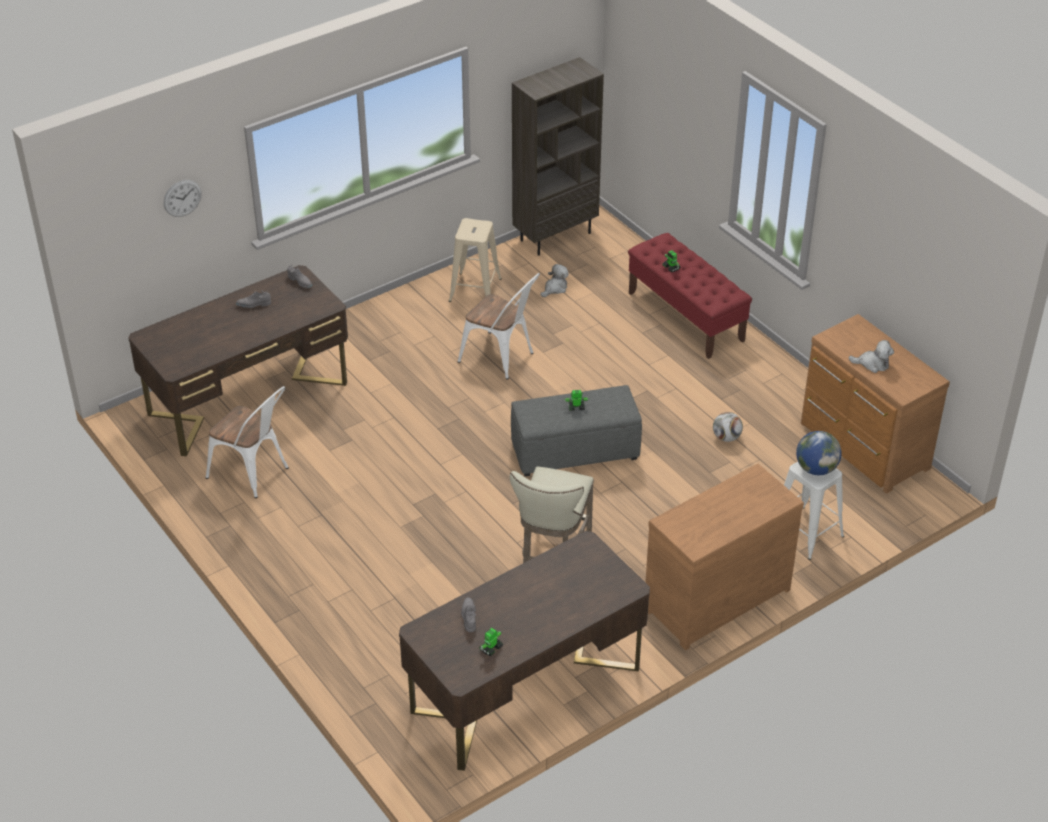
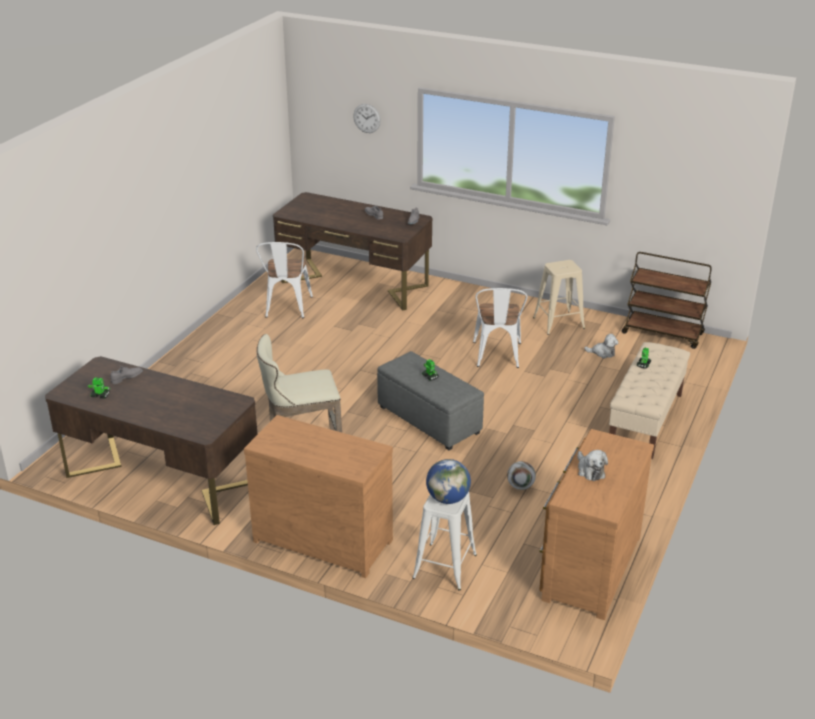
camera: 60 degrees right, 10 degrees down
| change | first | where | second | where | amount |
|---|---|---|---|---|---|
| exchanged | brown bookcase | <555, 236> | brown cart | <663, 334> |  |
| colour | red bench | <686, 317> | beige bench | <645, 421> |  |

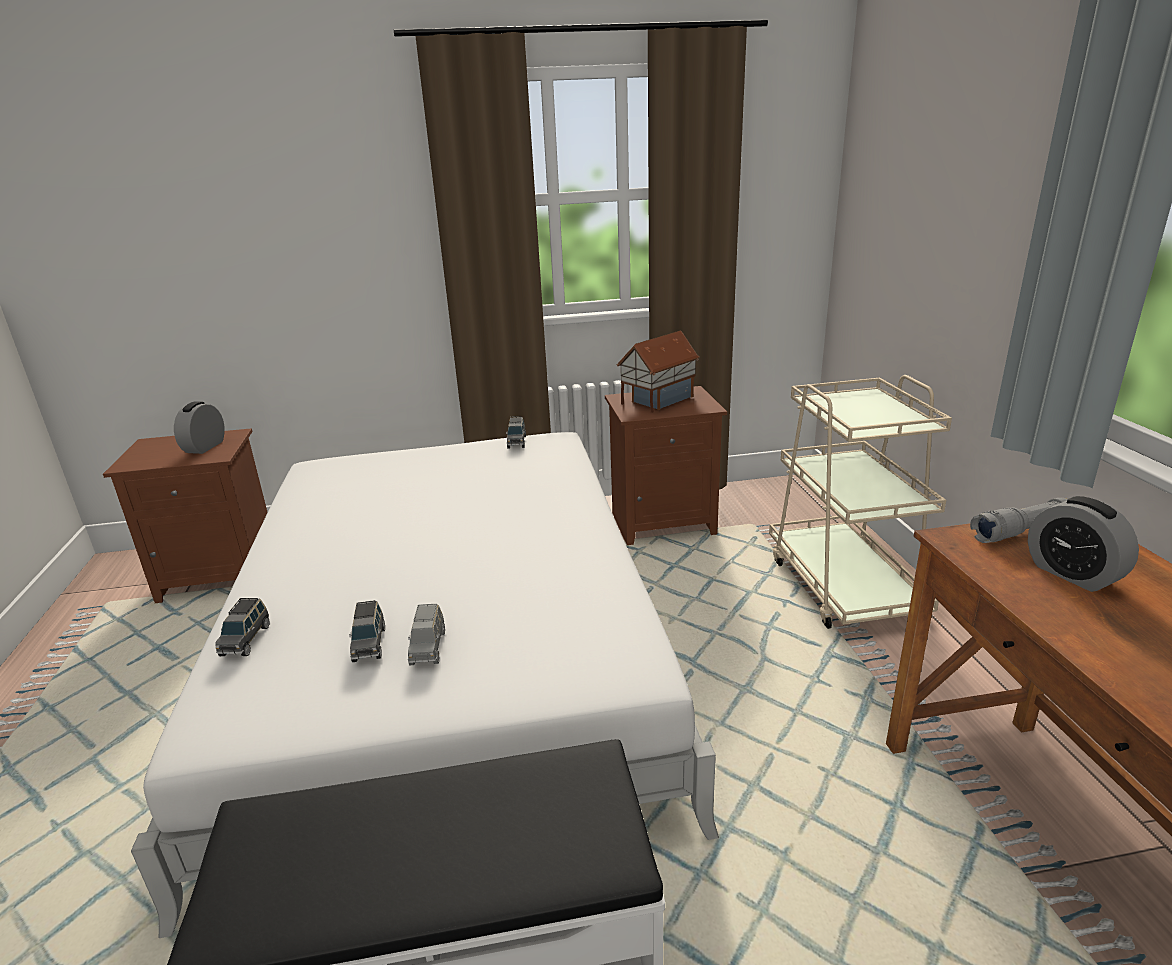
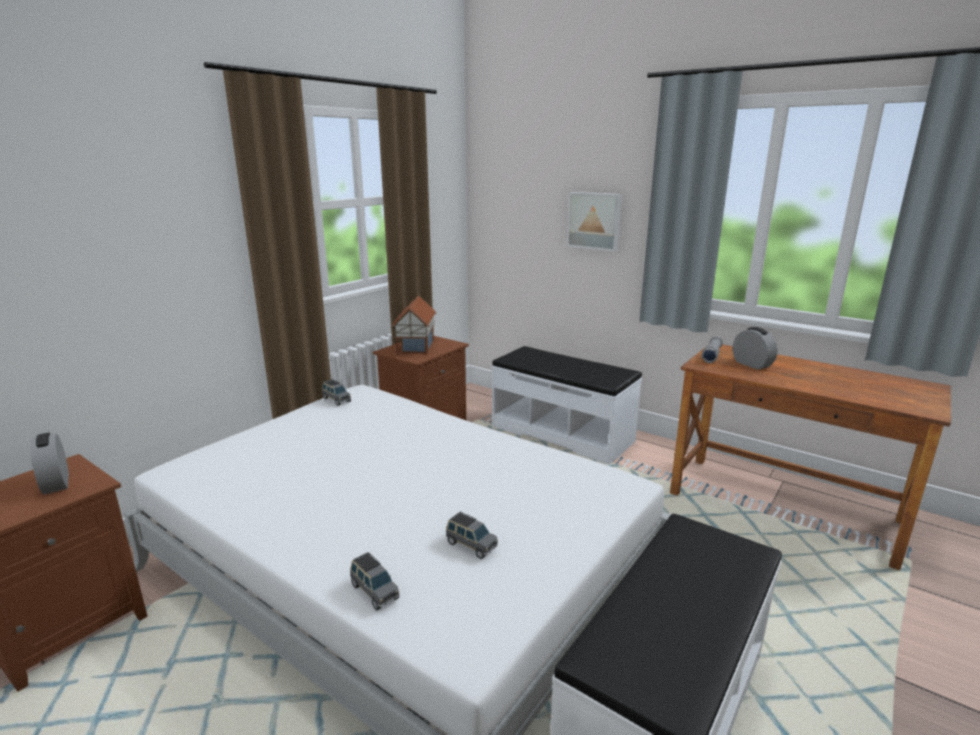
camera: 45 degrees left, 5 degrees down
| change | first | where | second | where | amount |
|---|---|---|---|---|---|
| missing | grey toy car | <428, 647> |  |  |  |
| exchanged | beige cart | <843, 585> | white bench | <562, 433> |  |
| spun | alarm clock | <1072, 574> |  | <751, 364> | 135 degrees counterclockwise |
| appeared |  |  | picture | <594, 221> |  |

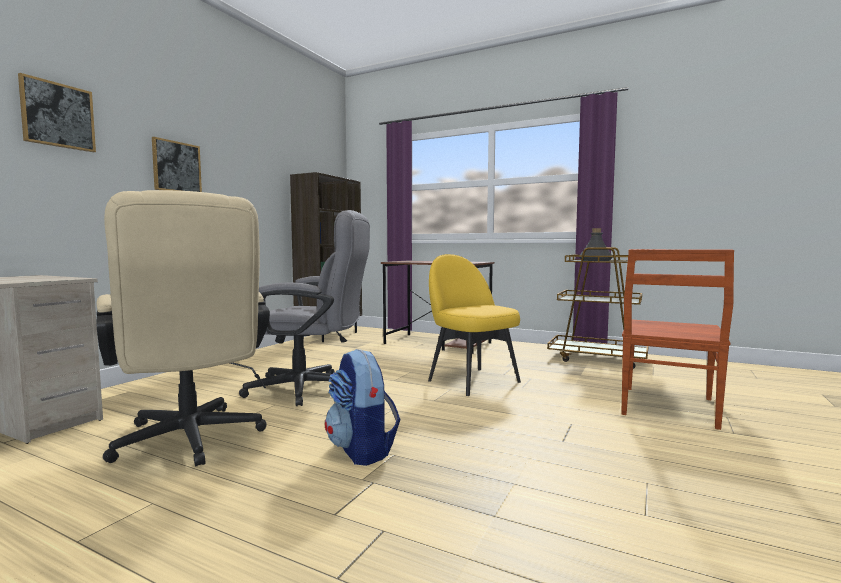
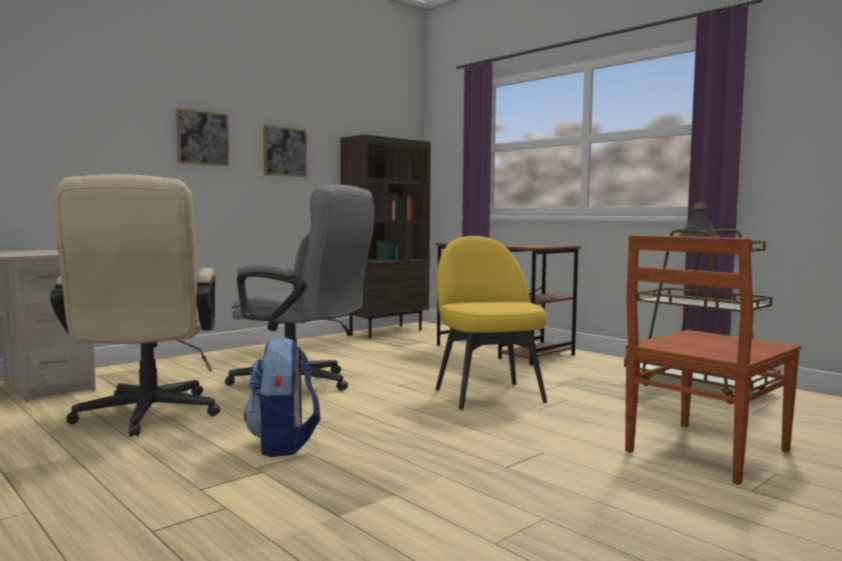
camera: 20 degrees right, 0 degrees up
| change | first | where | second | where | amount |
|---|---|---|---|---|---|
| relocated | picture | <58, 115> |  | <284, 152> |  |

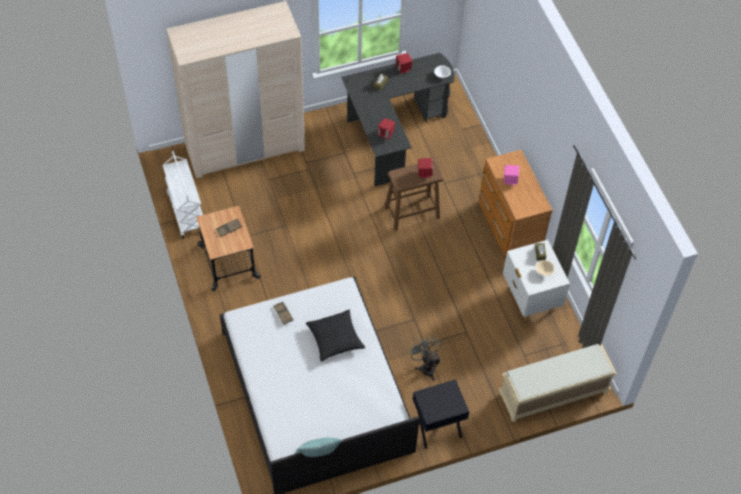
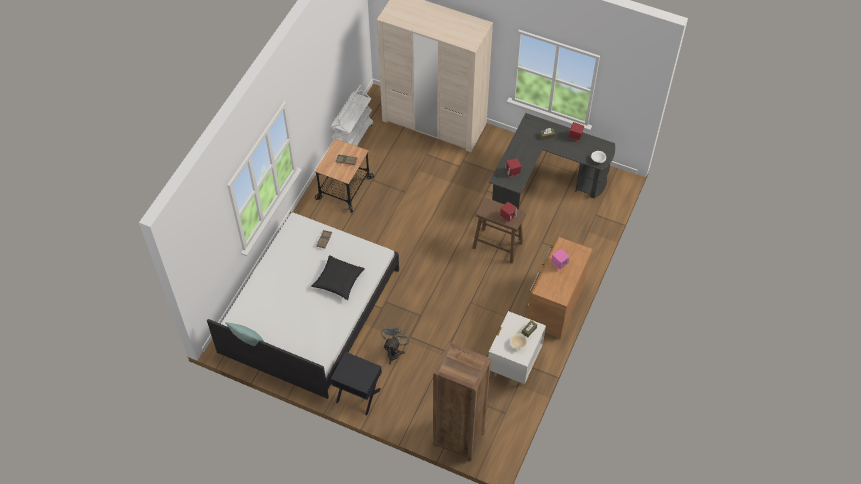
camera: 45 degrees right, 0 degrees up
| change | first | where | second | where | amount |
|---|---|---|---|---|---|
| exchanged | beige bench | <553, 394> | brown bookcase | <458, 439> |  |

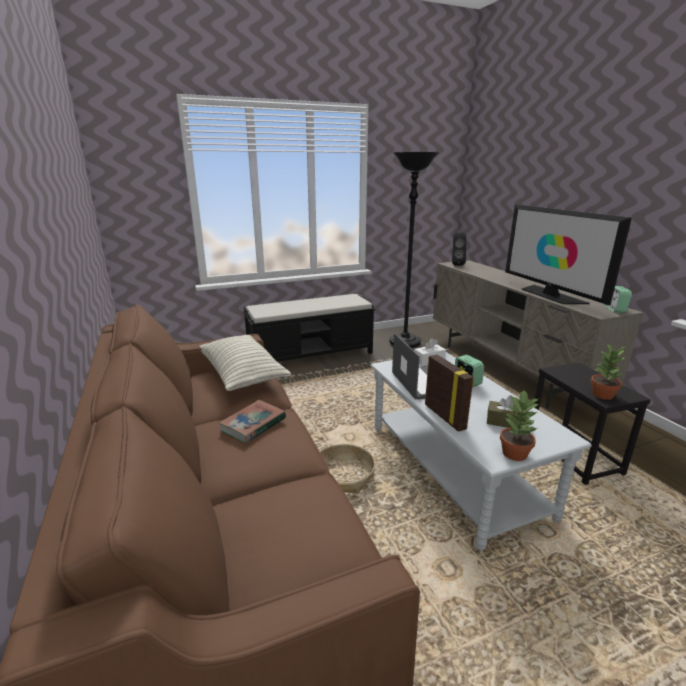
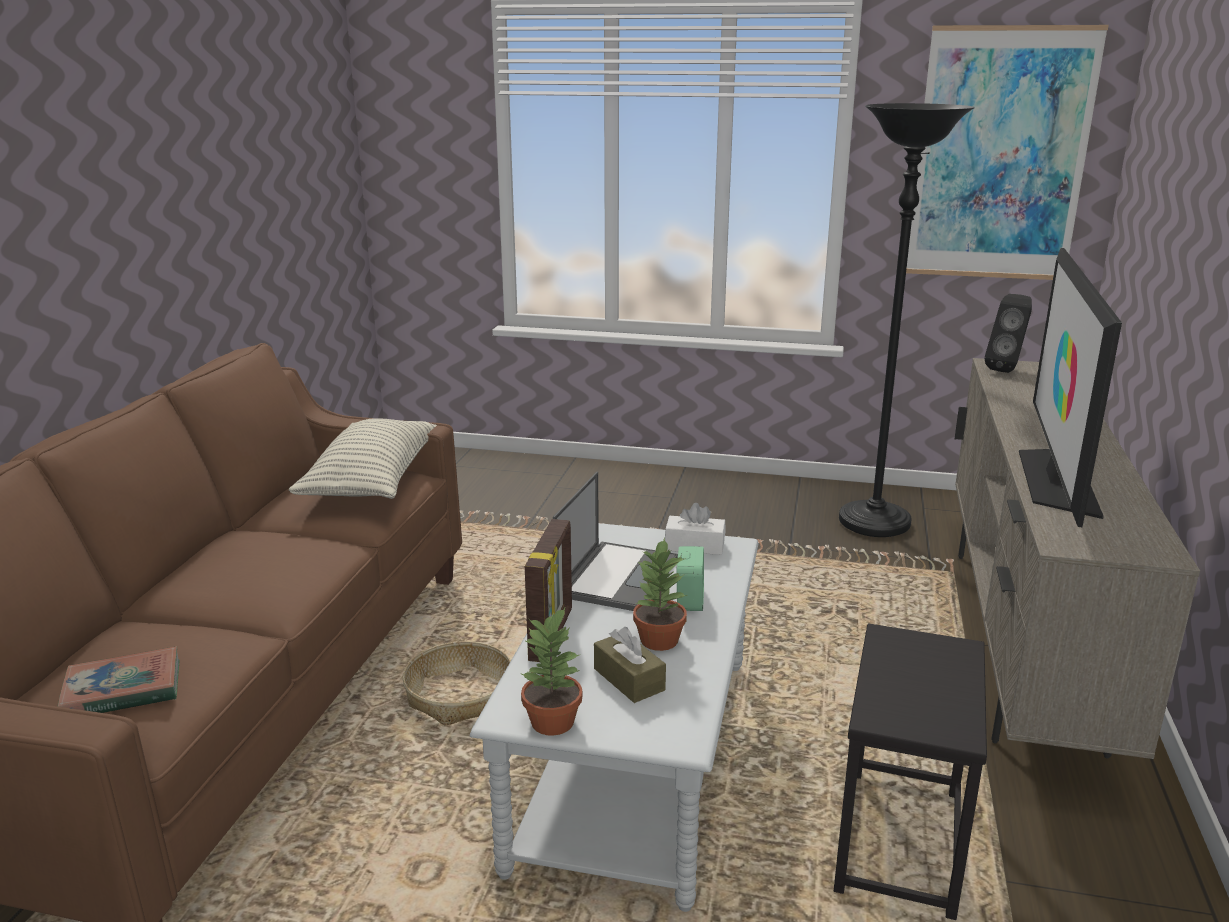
camera: 35 degrees right, 0 degrees up
| change | first | where | second | where | amount |
|---|---|---|---|---|---|
| relocated | book | <253, 424> |  | <123, 691> |  |
| missing | black bench | <311, 354> |  |  |  |
| relocated | potted plant | <603, 395> |  | <658, 641> |  |
| missing | alarm clock | <615, 310> |  |  |  |
| appeared |  |  | picture | <1000, 156> |  |

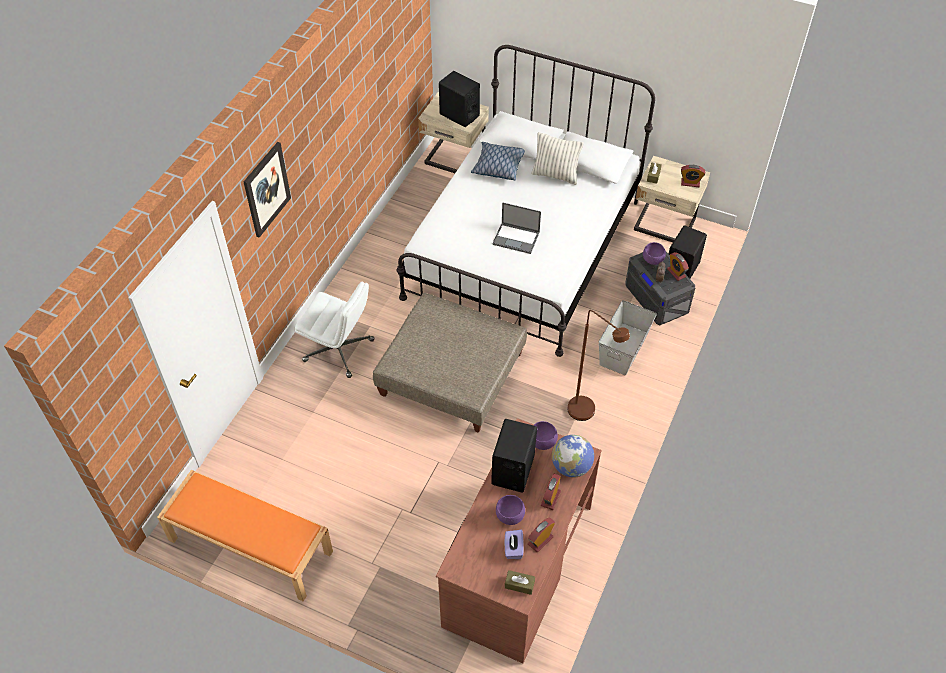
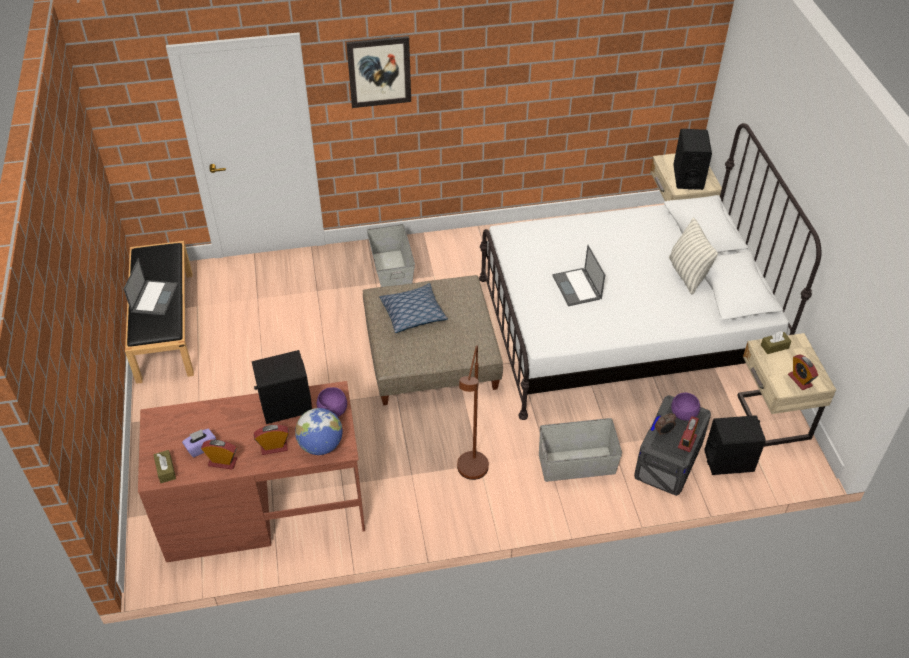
camera: 55 degrees right, 5 degrees down
| change | first | where | second | where | amount |
|---|---|---|---|---|---|
| colour | orange bench | <249, 546> | black bench | <165, 325> |  |
| exchanged | white office chair | <339, 350> | grey storage box | <391, 272> |  |
| relocated | pillow | <498, 166> |  | <413, 313> |  |
| missing | purple bowl | <510, 517> |  |  |  |
| appeared |  |  | laptop | <154, 297> |  |

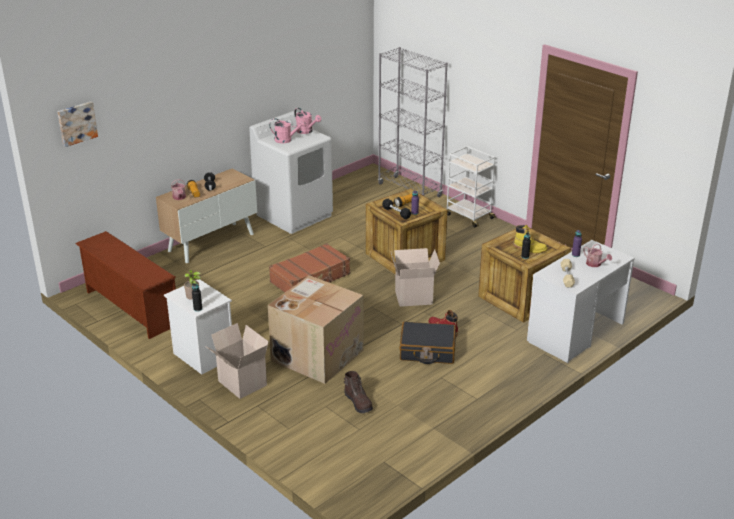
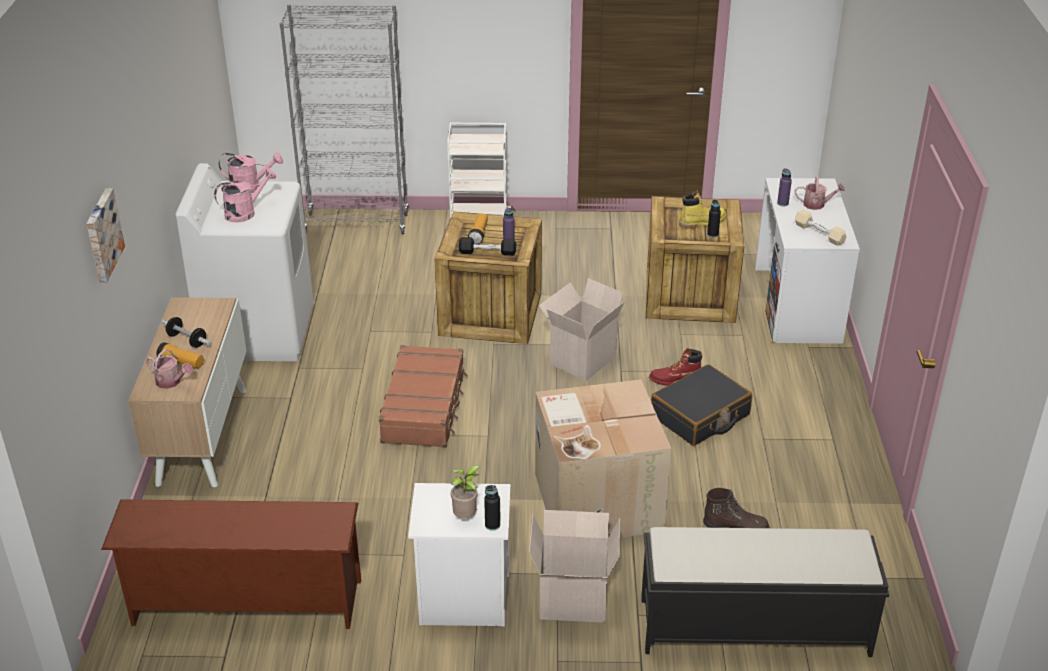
camera: 45 degrees left, 5 degrees up
| change | first | where | second | where | amount |
|---|---|---|---|---|---|
| relocated | picture | <76, 123> |  | <102, 235> |  |
| appeared |  |  | black bench | <752, 626> |  |

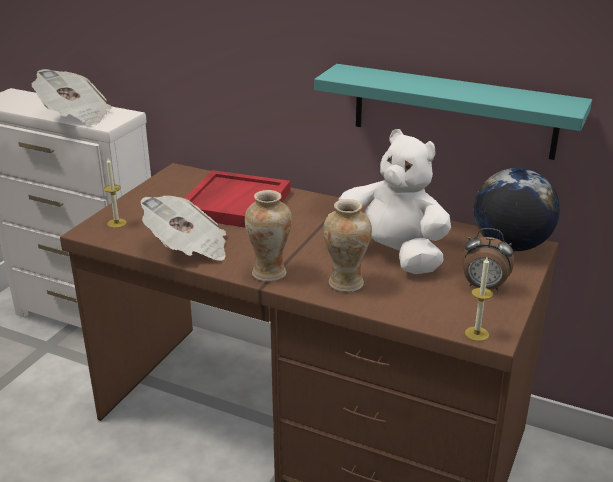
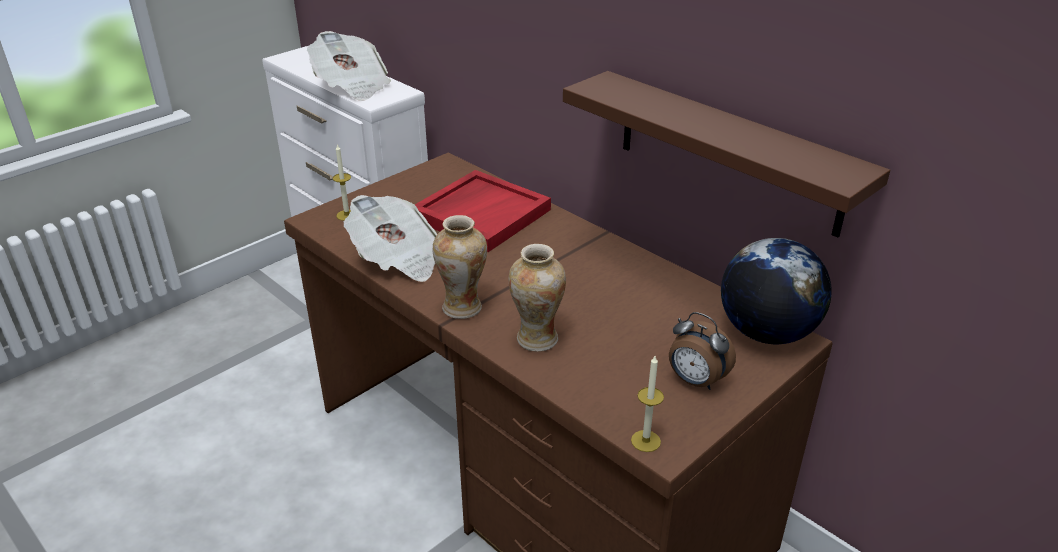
camera: 20 degrees right, 5 degrees up
| change | first | where | second | where | amount |
|---|---|---|---|---|---|
| colour | turquoise shelf | <453, 111> | brown shelf | <728, 152> |  |
| missing | white plush toy | <391, 255> |  |  |  |

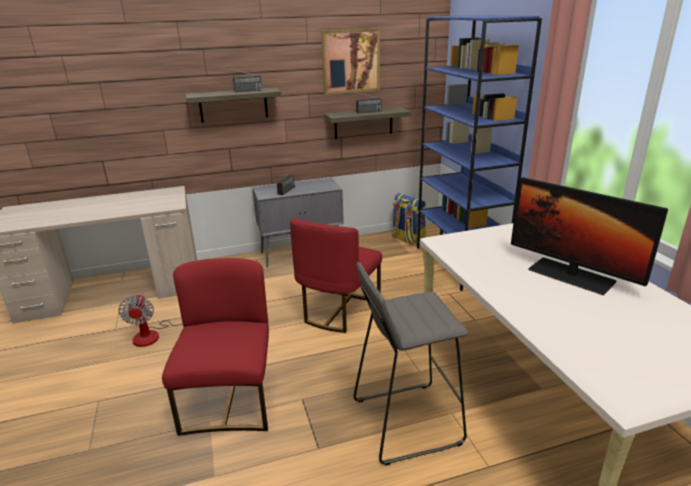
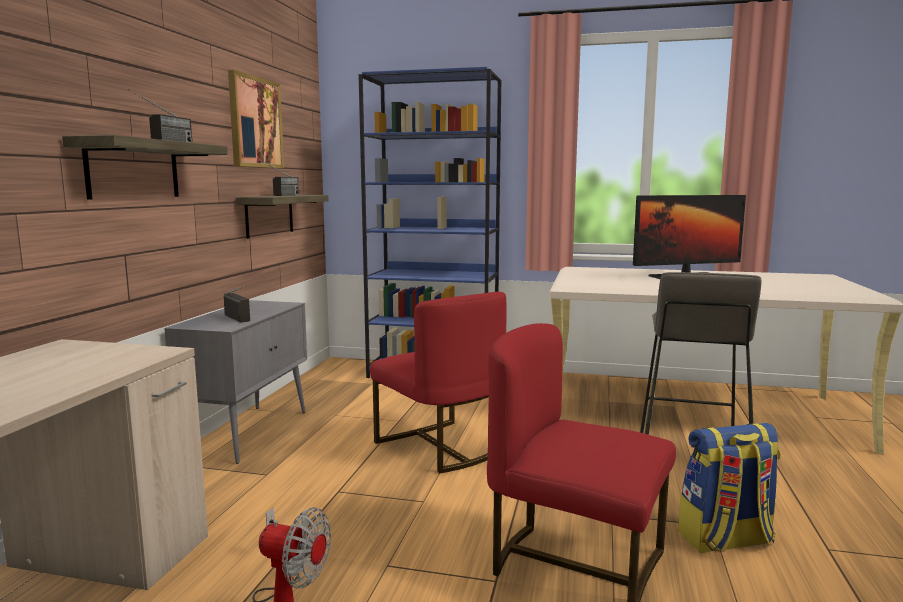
camera: 60 degrees left, 15 degrees down
| change | first | where | second | where | amount |
|---|---|---|---|---|---|
| relocated | backpack | <407, 239> |  | <725, 540> |  |

